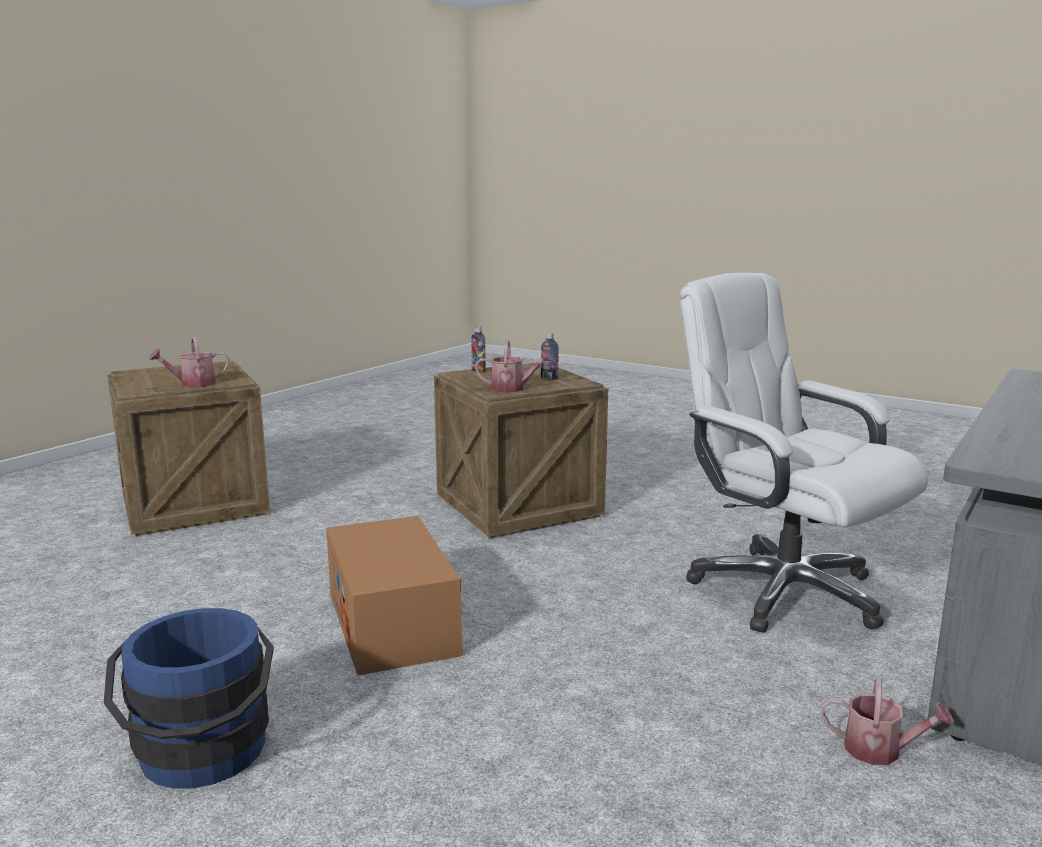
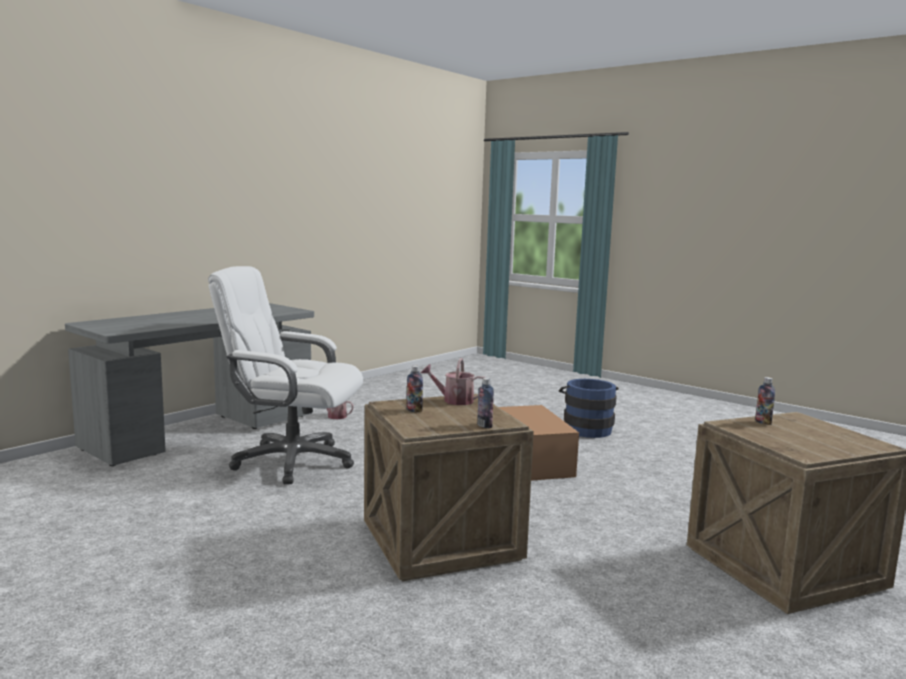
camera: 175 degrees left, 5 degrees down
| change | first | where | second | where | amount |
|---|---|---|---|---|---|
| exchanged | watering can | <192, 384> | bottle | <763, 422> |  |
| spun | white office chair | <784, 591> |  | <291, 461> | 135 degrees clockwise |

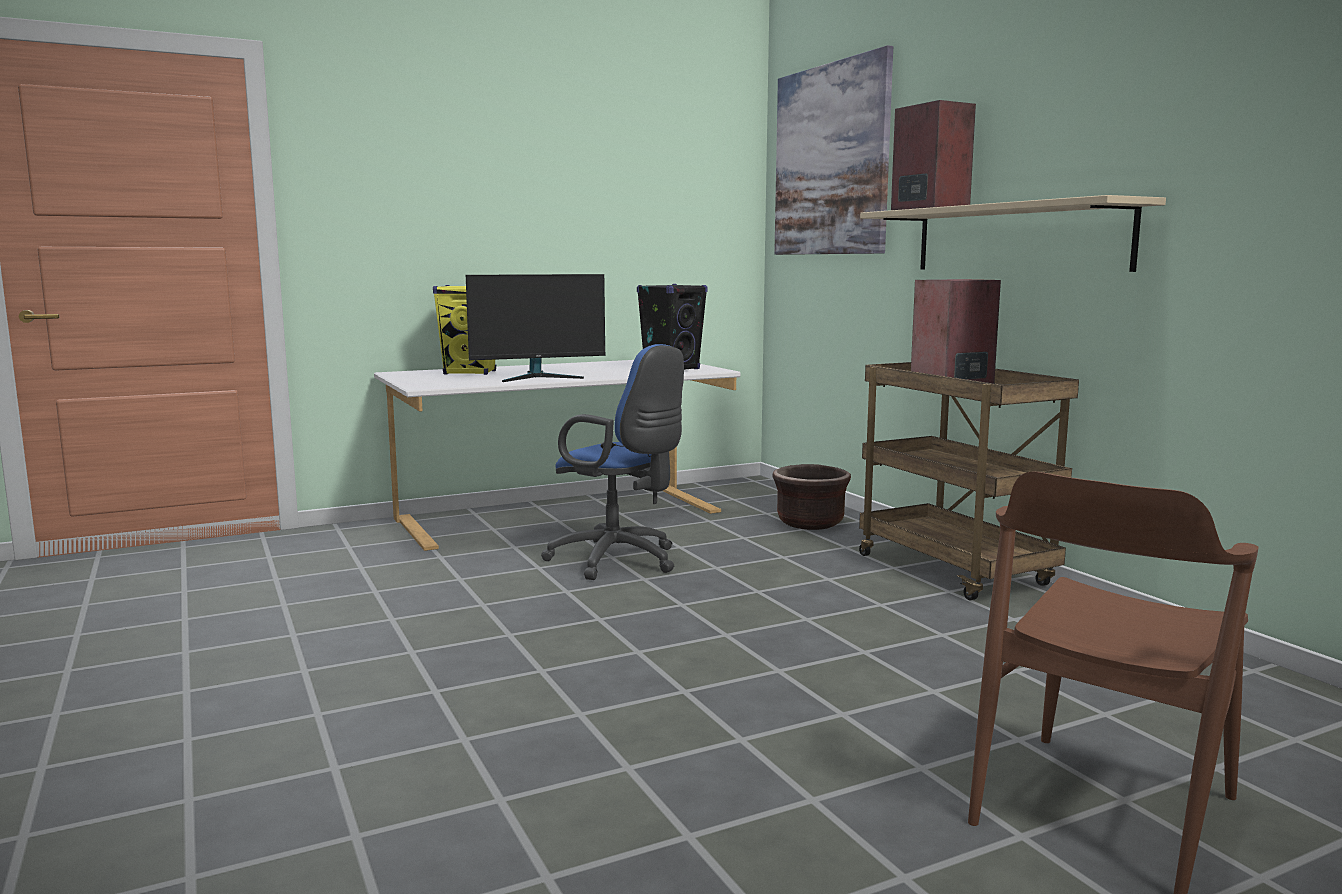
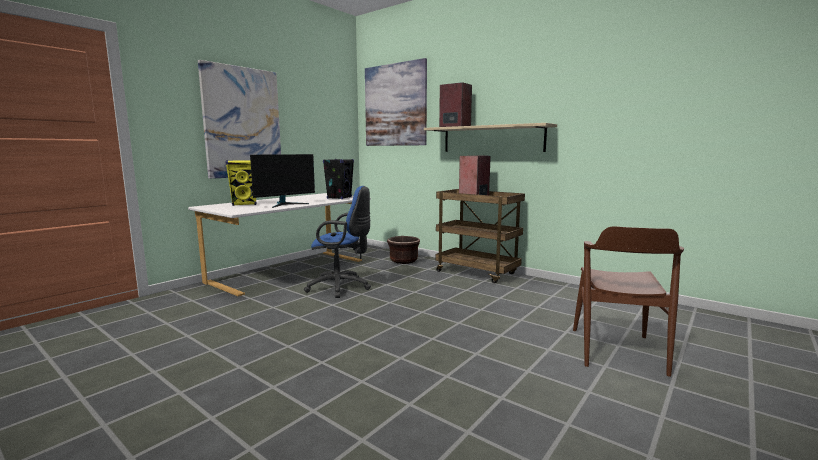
camera: 25 degrees left, 0 degrees up
| change | first | where | second | where | amount |
|---|---|---|---|---|---|
| appeared |  |  | picture | <242, 123> |  |

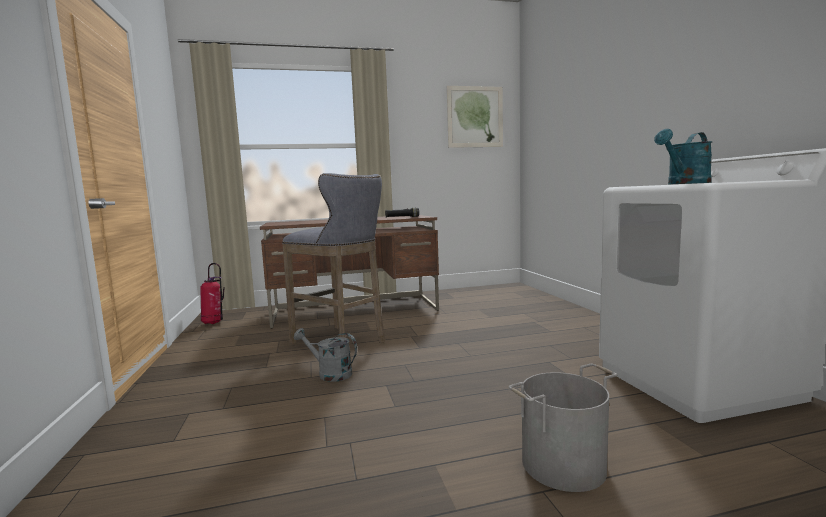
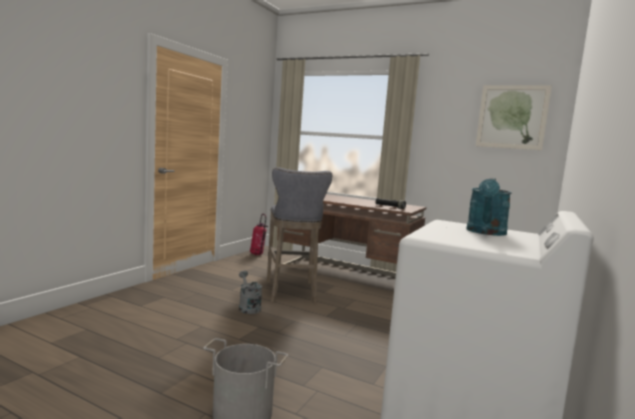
camera: 40 degrees right, 0 degrees up
| change | first | where | second | where | amount |
|---|---|---|---|---|---|
| spun | turquoise watering can | <685, 183> |  | <486, 232> | 75 degrees counterclockwise |

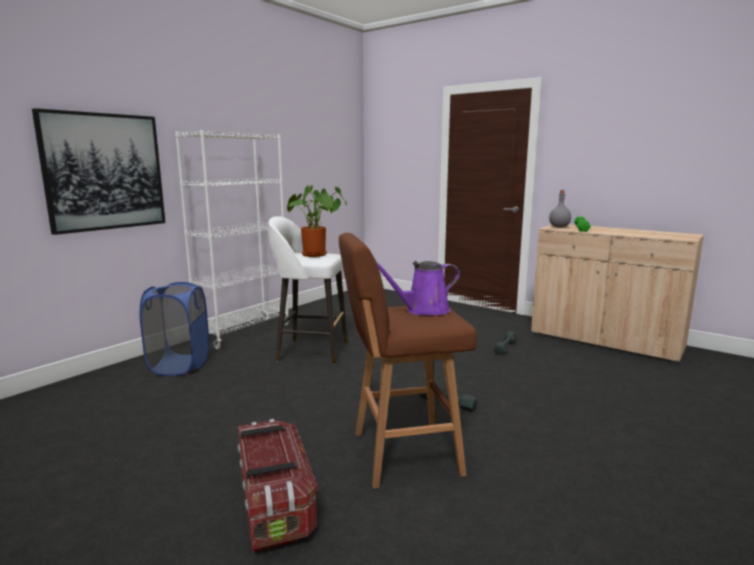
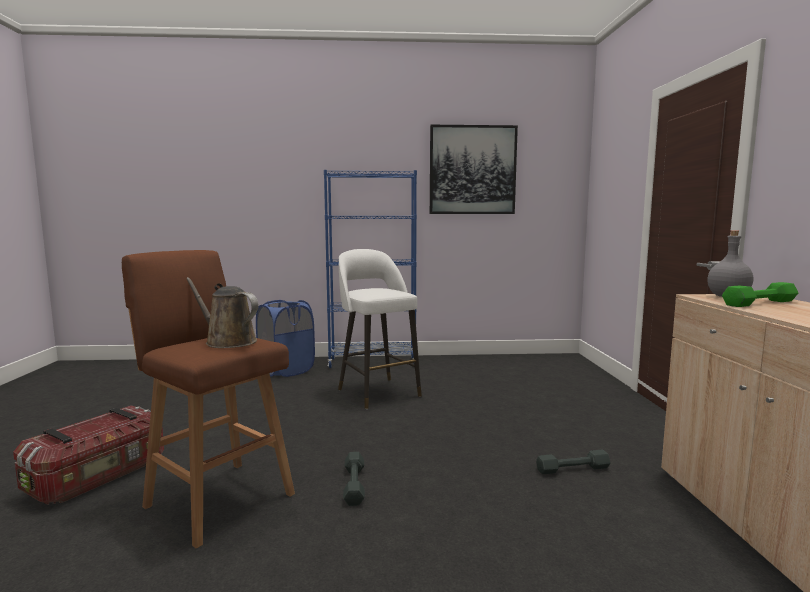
camera: 50 degrees right, 5 degrees down
| change | first | where | second | where | amount |
|---|---|---|---|---|---|
| relocated | picture | <104, 172> |  | <472, 170> |  |
| colour | white bookcase | <244, 333> | blue bookcase | <373, 362> |  |
| missing | potted plant | <317, 255> |  |  |  |
| colour | purple watering can | <423, 310> | brown watering can | <227, 341> |  |

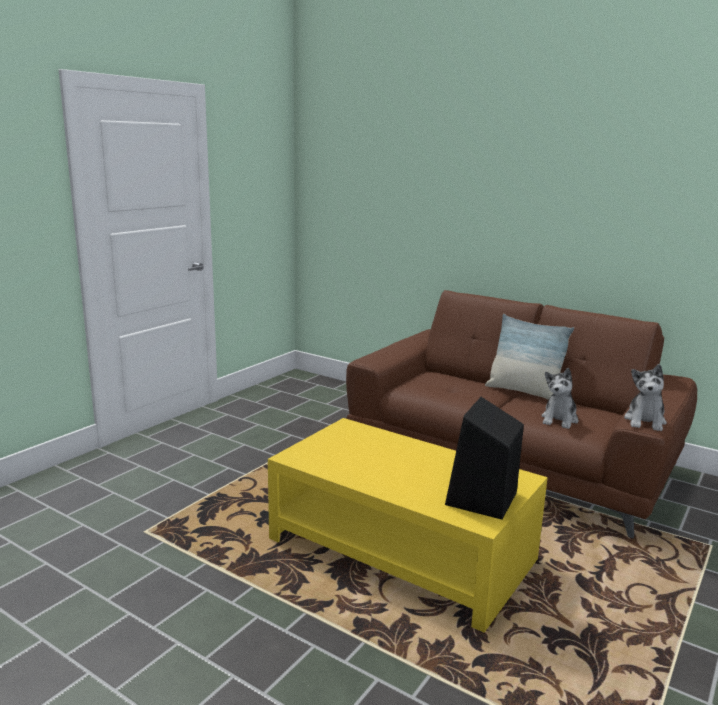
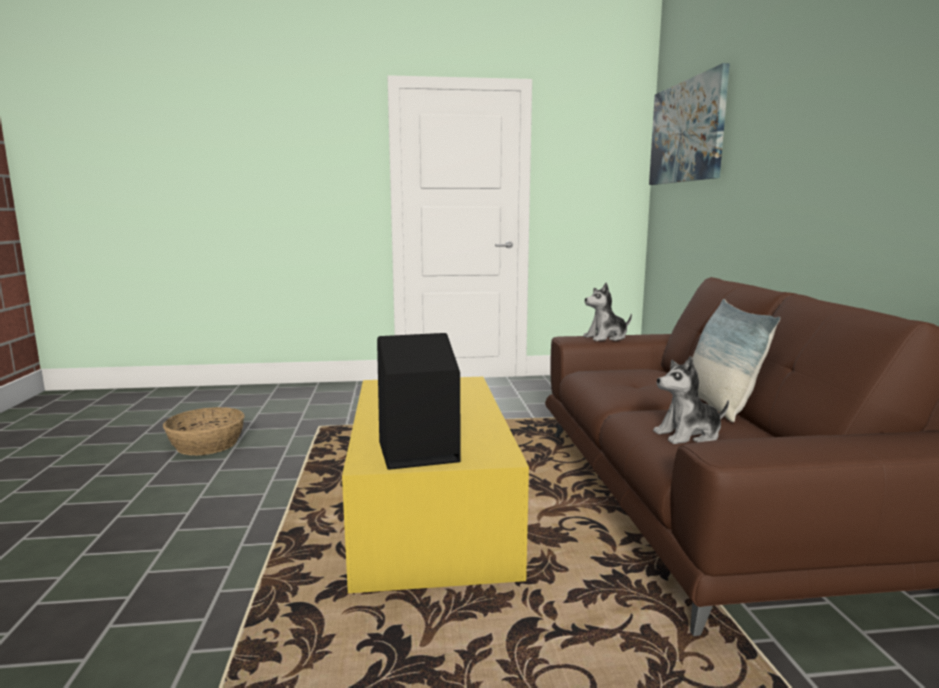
camera: 50 degrees right, 5 degrees down
| change | first | where | second | where | amount |
|---|---|---|---|---|---|
| relocated | plush toy | <645, 421> |  | <606, 337> |  |
| appeared |  |  | basket | <206, 444> |  |
| appeared |  |  | picture | <686, 132> |  |

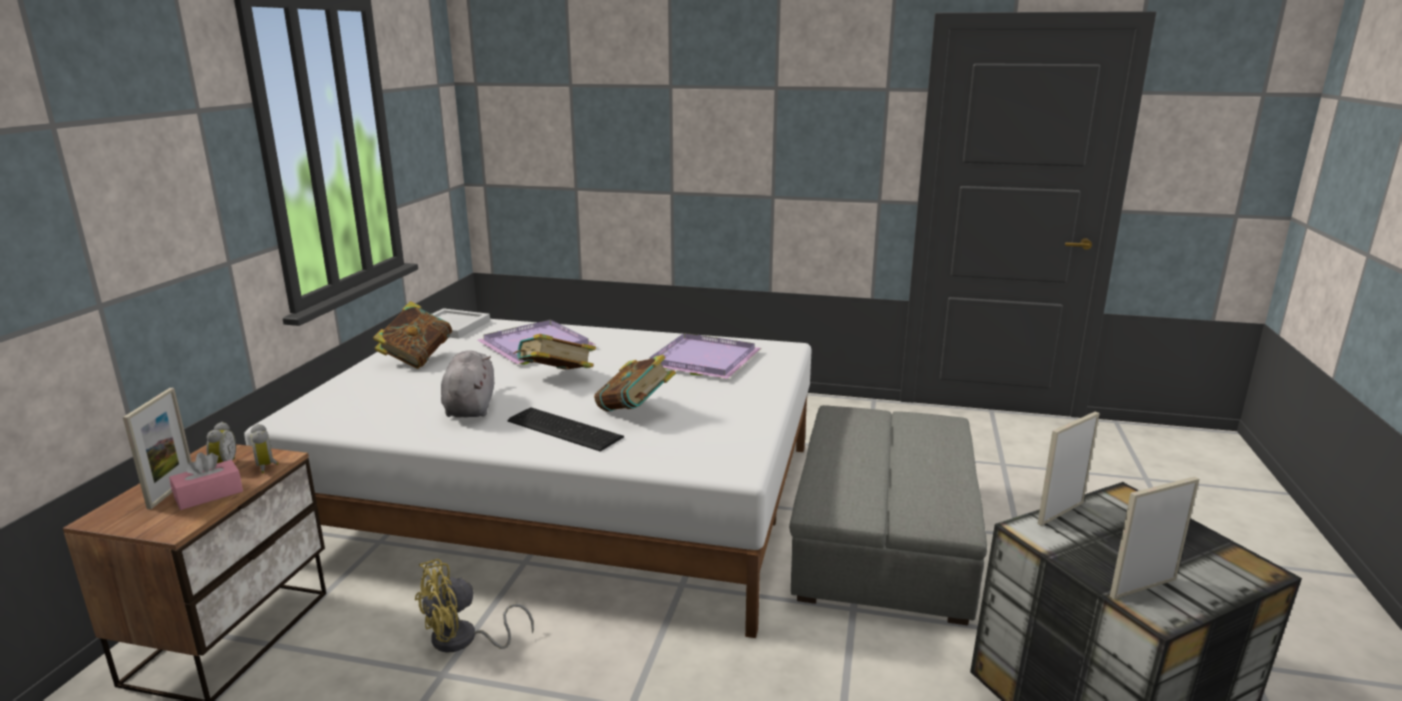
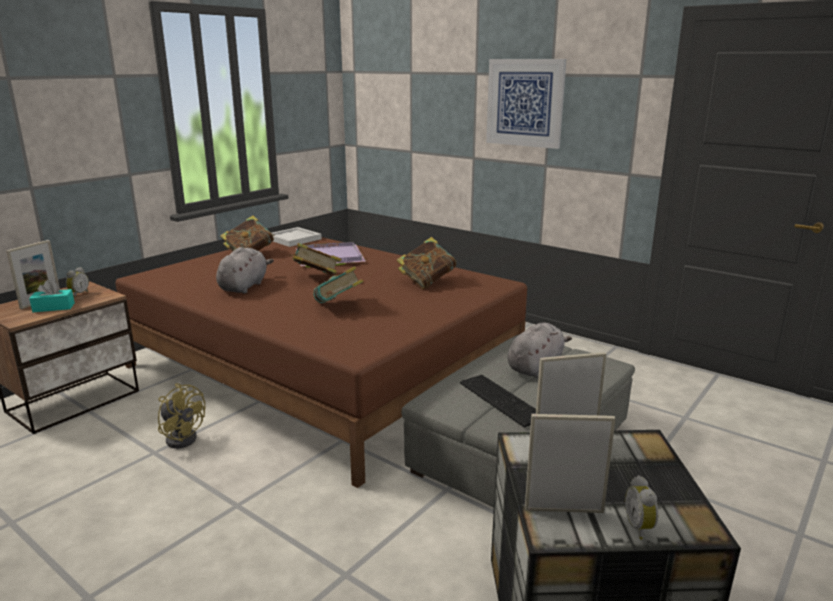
camera: 25 degrees right, 0 degrees up
| change | first | where | second | where | amount |
|---|---|---|---|---|---|
| colour | pink tissue box | <209, 495> | turquoise tissue box | <53, 307> |  |
| colour | white bed | <568, 497> | brown bed | <323, 368> |  |
| relocated | alarm clock | <268, 466> |  | <640, 528> |  |
| spun | yellow fan | <463, 640> |  | <183, 437> | 135 degrees counterclockwise |
| relocated | keyboard | <565, 428> |  | <502, 399> |  |
| exchanged | purple tray | <701, 360> | book | <427, 282> |  |
| appeared |  |  | picture | <525, 103> |  |
| appeared |  |  | grey plush toy | <536, 366> |  |

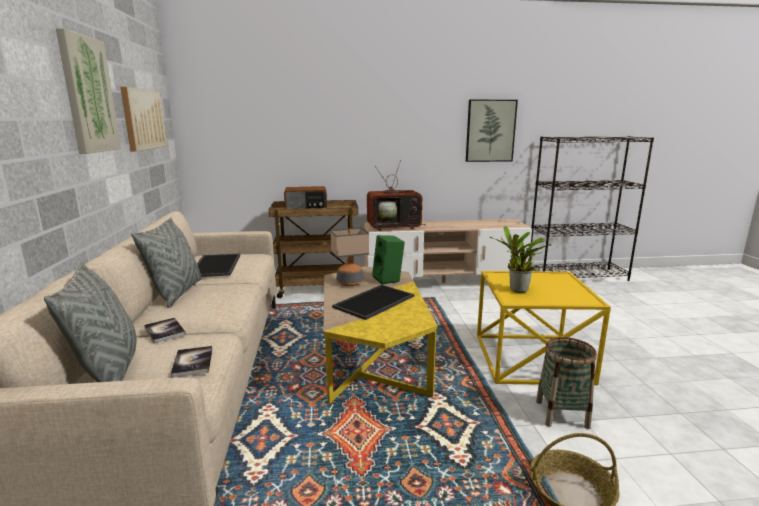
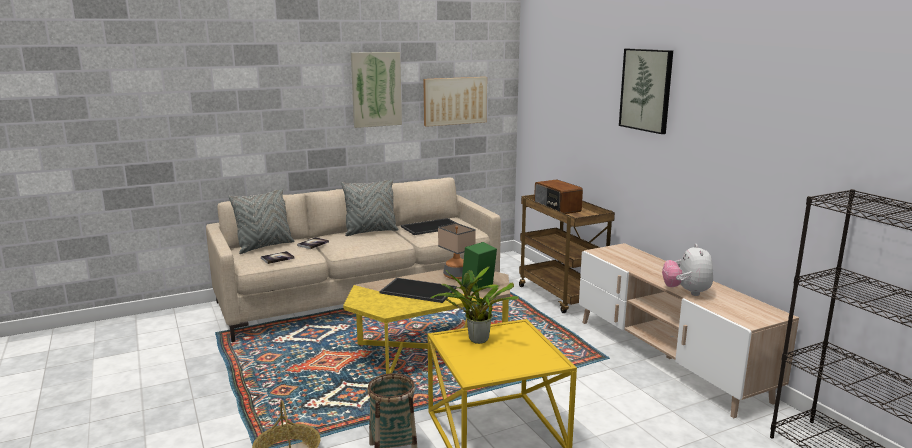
camera: 70 degrees right, 0 degrees up
| change | first | where | second | where | amount |
|---|---|---|---|---|---|
| missing | television | <395, 227> |  |  |  |
| relocated | picture | <490, 131> |  | <646, 90> |  |
| appeared |  |  | plush toy | <686, 292> |  |

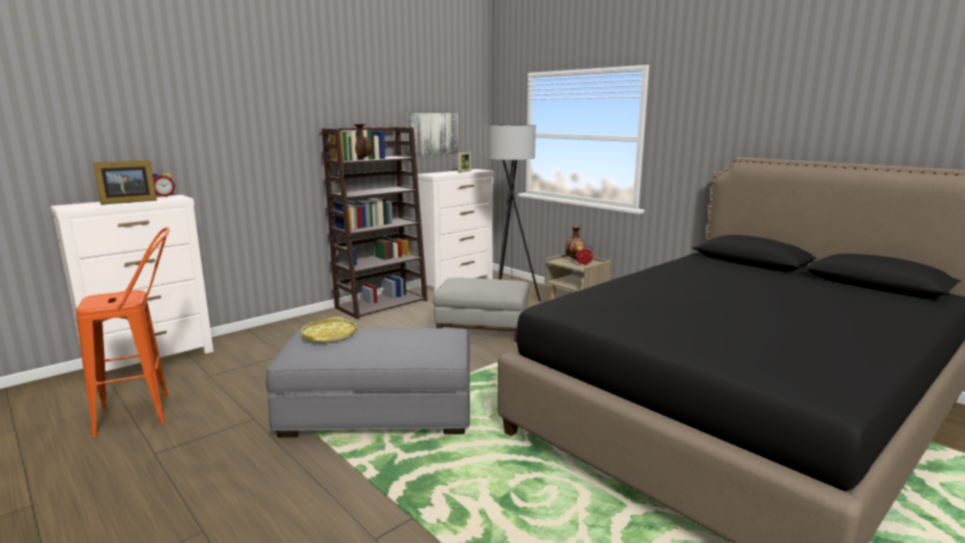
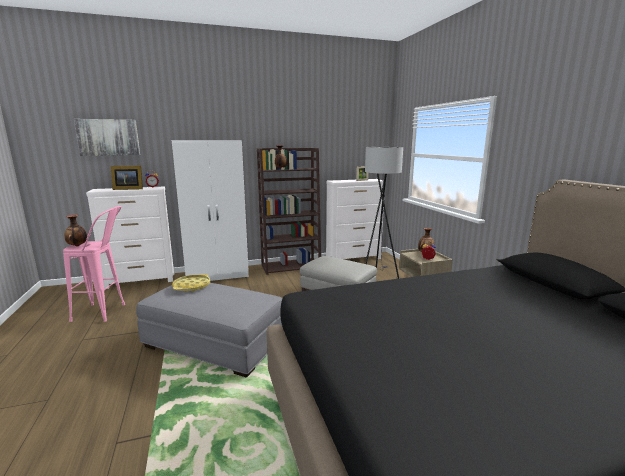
camera: 25 degrees right, 0 degrees up
| change | first | where | second | where | amount |
|---|---|---|---|---|---|
| colour | orange stool | <148, 412> | pink stool | <106, 313> |  |
| relocated | picture | <431, 133> |  | <108, 137> |  |
| appeared |  |  | vase | <78, 246> |  |
| appeared |  |  | white wardrobe | <218, 274> |  |

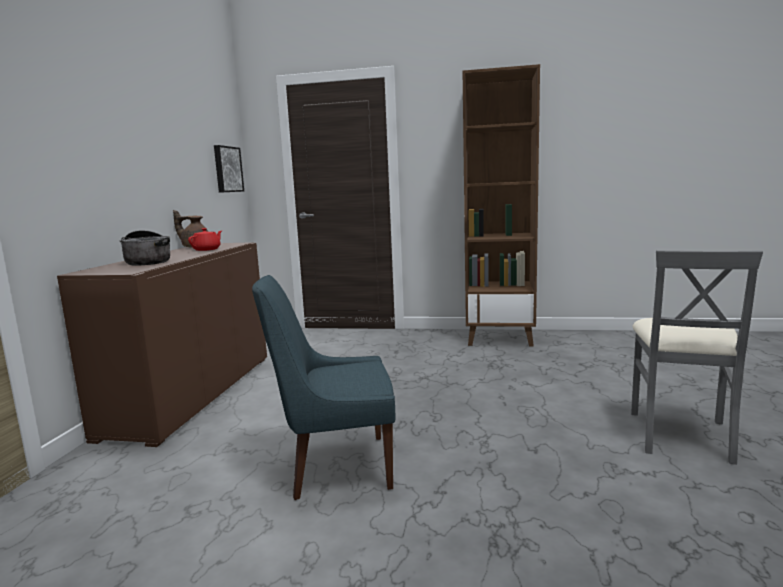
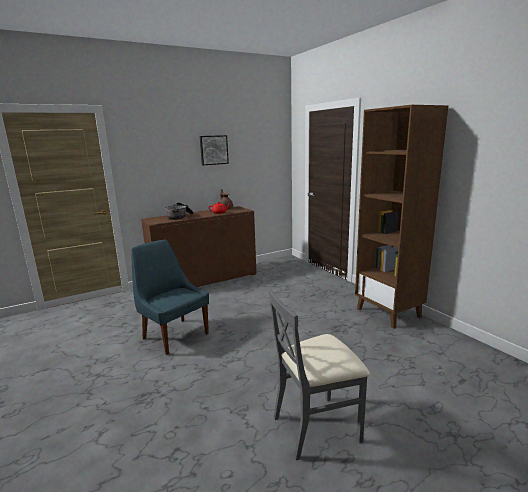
camera: 50 degrees right, 5 degrees up
| change | first | where | second | where | amount |
|---|---|---|---|---|---|
| relocated | picture | <227, 169> |  | <213, 150> |  |

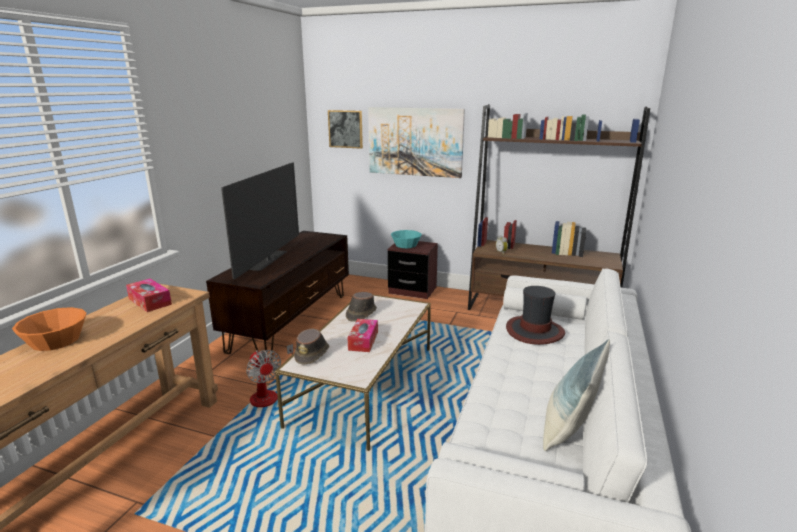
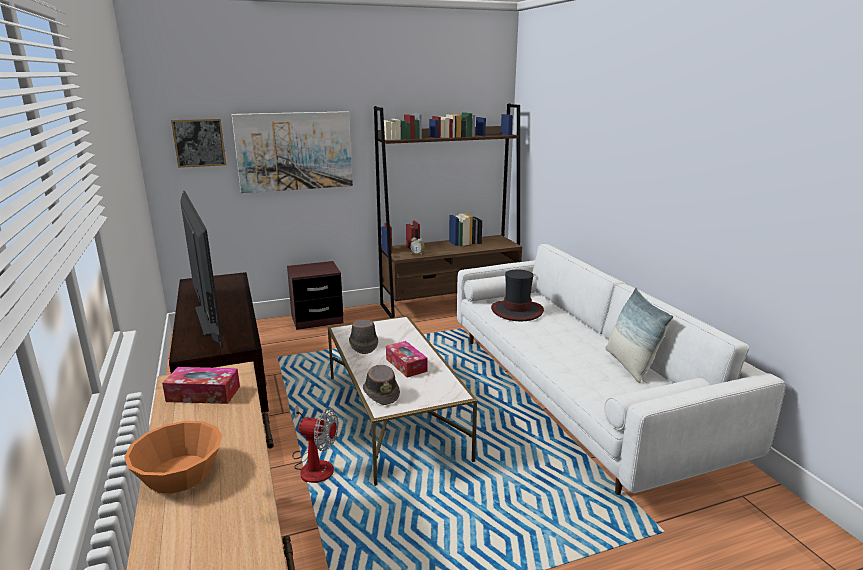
camera: 40 degrees left, 0 degrees up
| change | first | where | second | where | amount |
|---|---|---|---|---|---|
| missing | turquoise bowl | <406, 245> |  |  |  |

